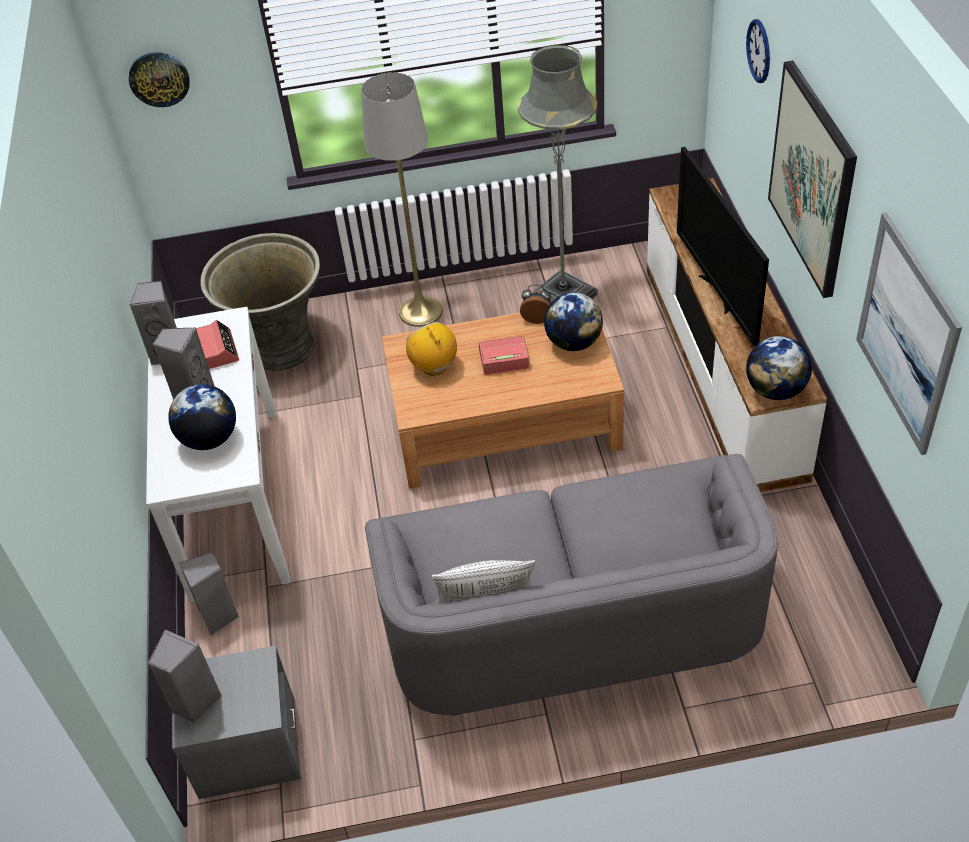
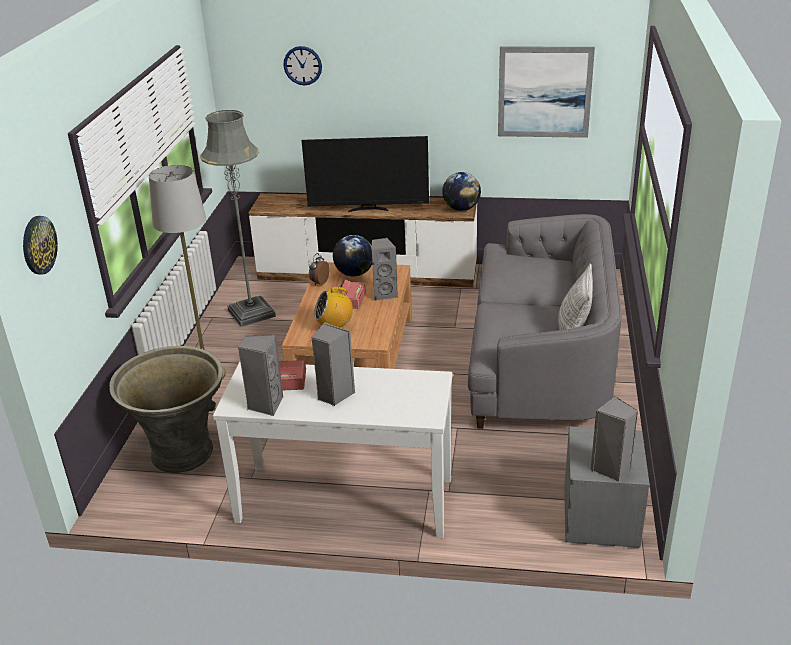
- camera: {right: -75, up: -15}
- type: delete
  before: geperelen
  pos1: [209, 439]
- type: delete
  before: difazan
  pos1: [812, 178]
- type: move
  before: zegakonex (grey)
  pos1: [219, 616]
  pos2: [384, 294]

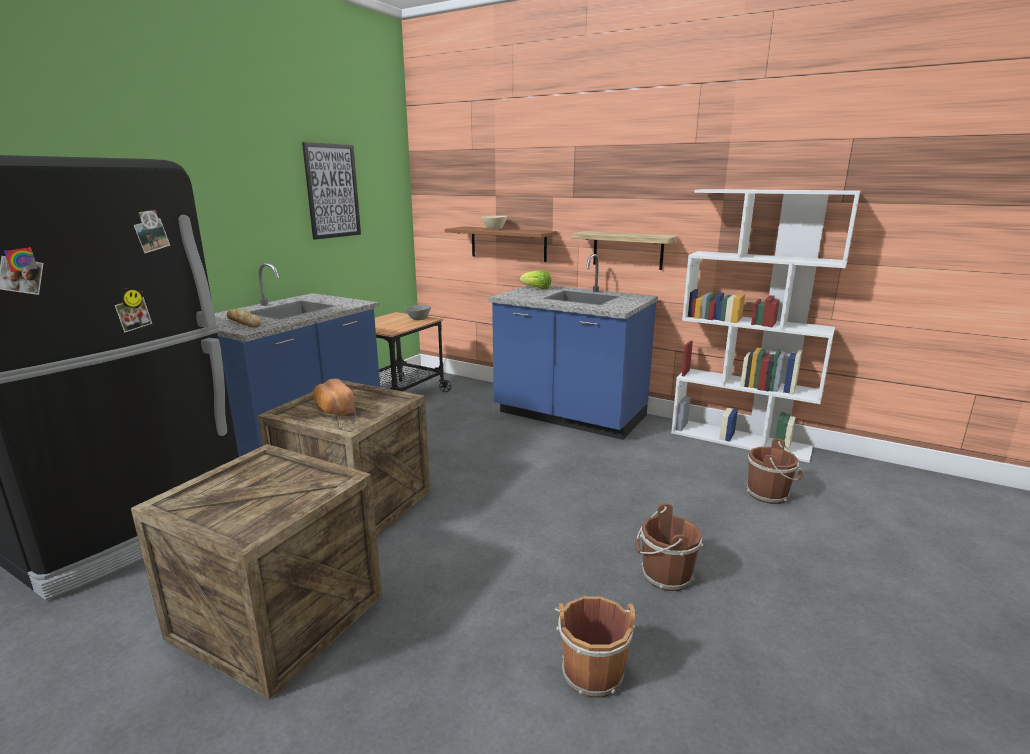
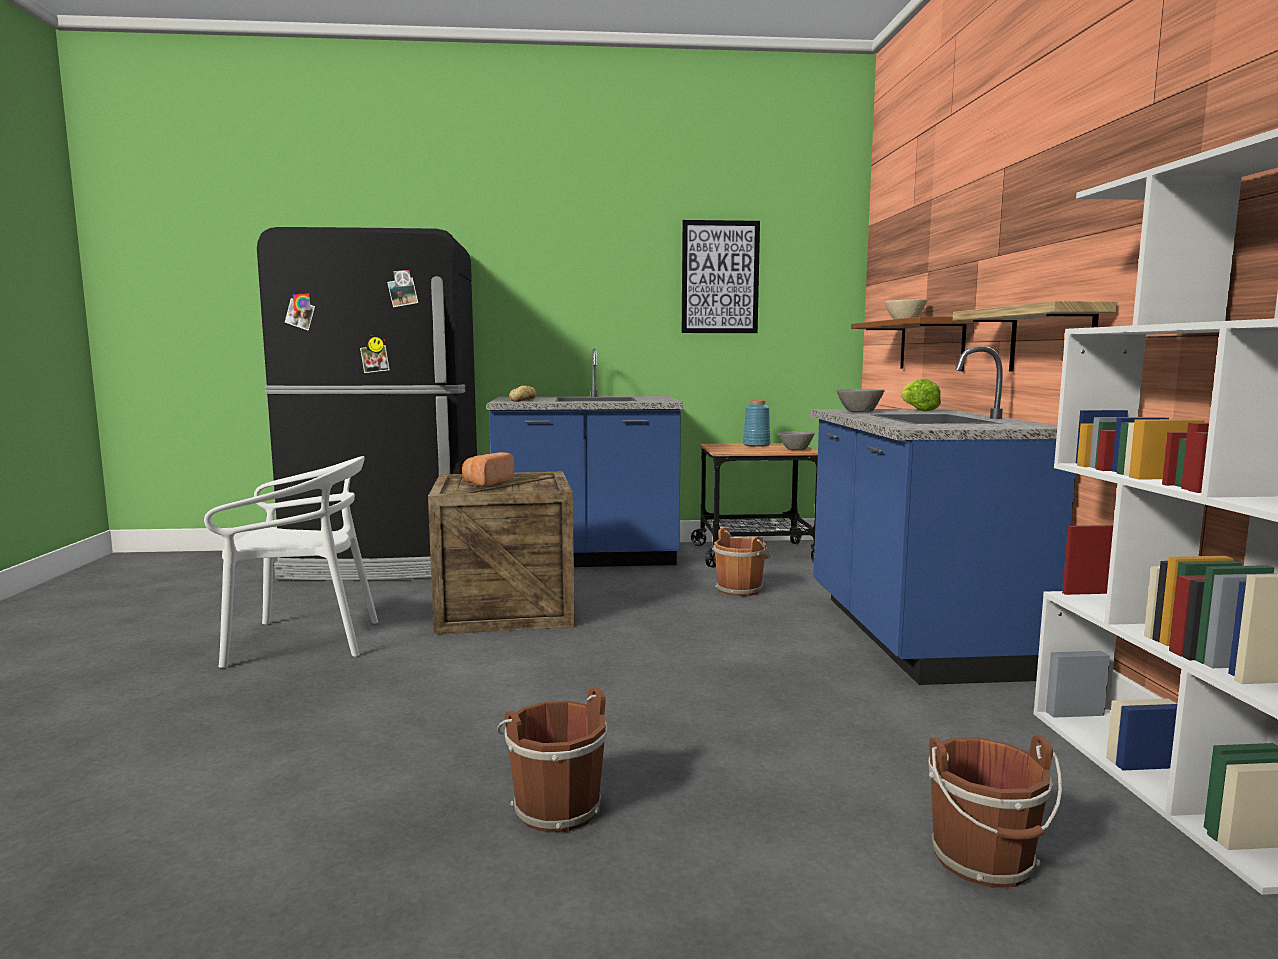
- camera: {right: 55, up: -10}
- type: insert
  after: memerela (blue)
  pos2: [756, 445]
- type: insert
  after: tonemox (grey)
  pos2: [859, 411]
- type: move
  before: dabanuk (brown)
  pos1: [591, 671]
  pos2: [740, 589]
- type: replace
  before: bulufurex
  after: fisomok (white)
  pos1: [278, 616]
  pos2: [303, 641]

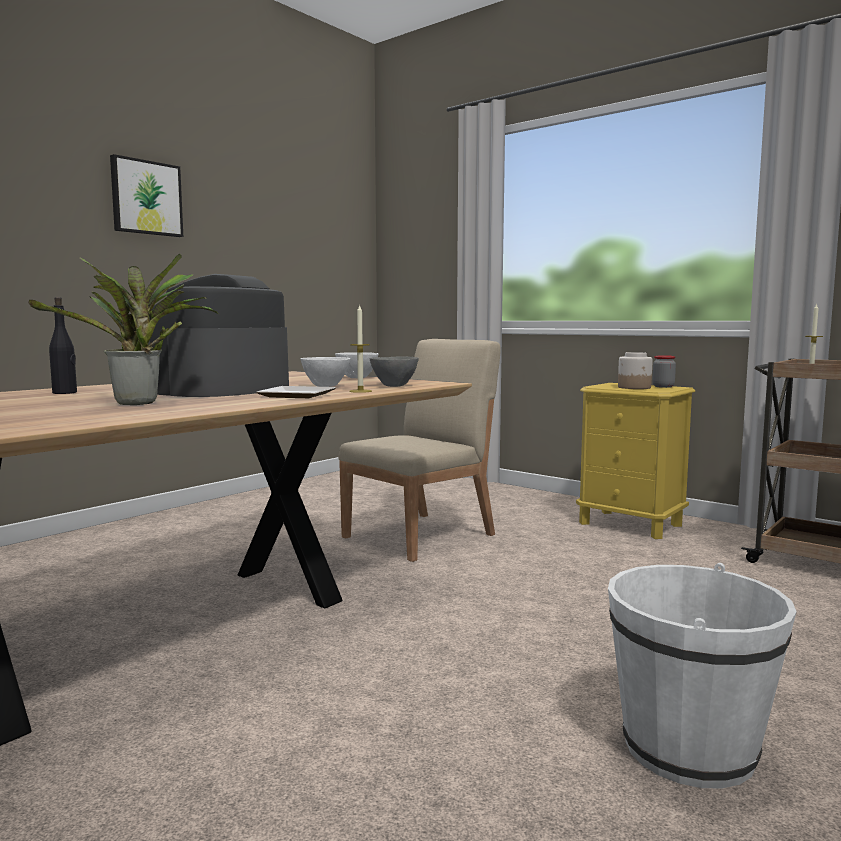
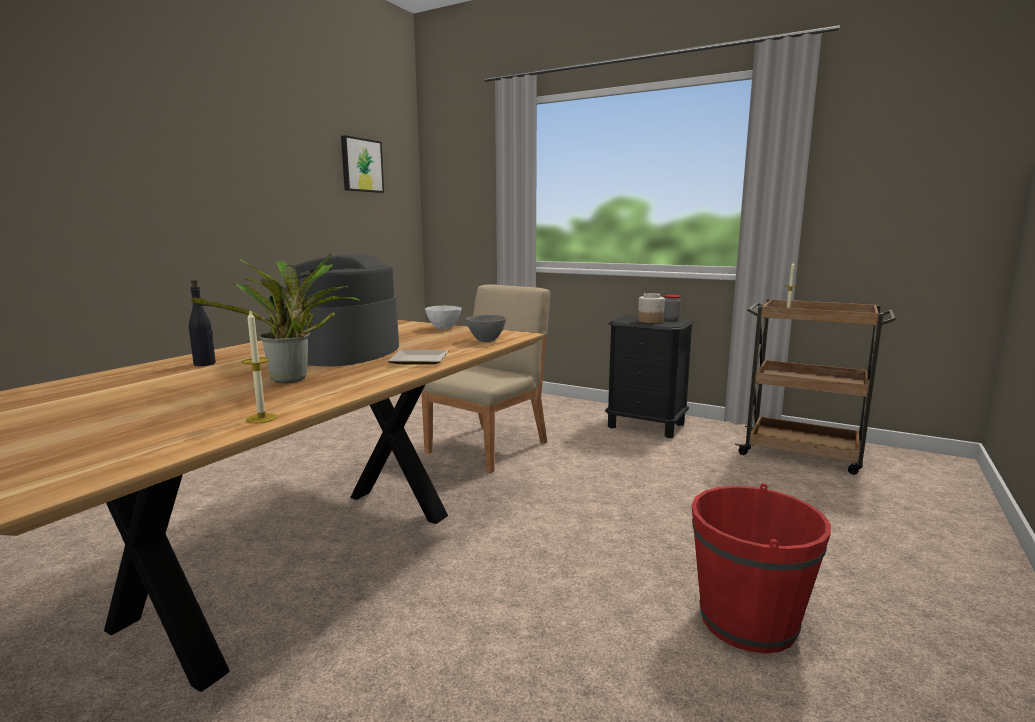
- camera: {right: -10, up: 5}
- type: delete
  before: tonemox (white)
  pos1: [326, 386]
- type: move
  before: difazan
  pos1: [146, 198]
  pos2: [361, 165]
- type: move
  before: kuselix
  pos1: [360, 391]
  pos2: [261, 418]
- type: recolor
  before: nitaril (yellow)
  after: nitaril (black)
  pos1: [631, 524]
  pos2: [646, 425]
- type: recolor
  before: dabanuk (white)
  after: dabanuk (red)
  pos1: [688, 748]
  pos2: [747, 621]

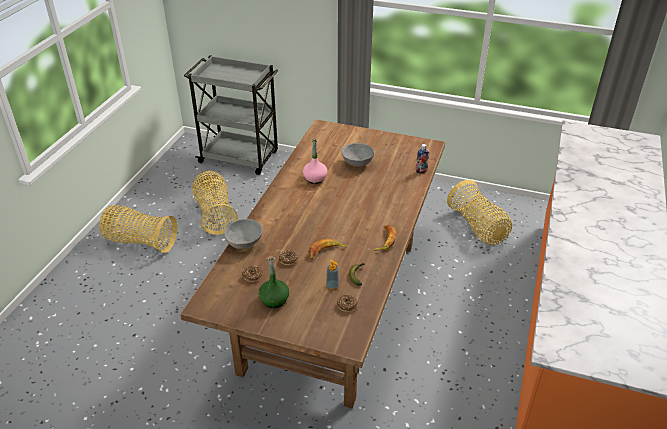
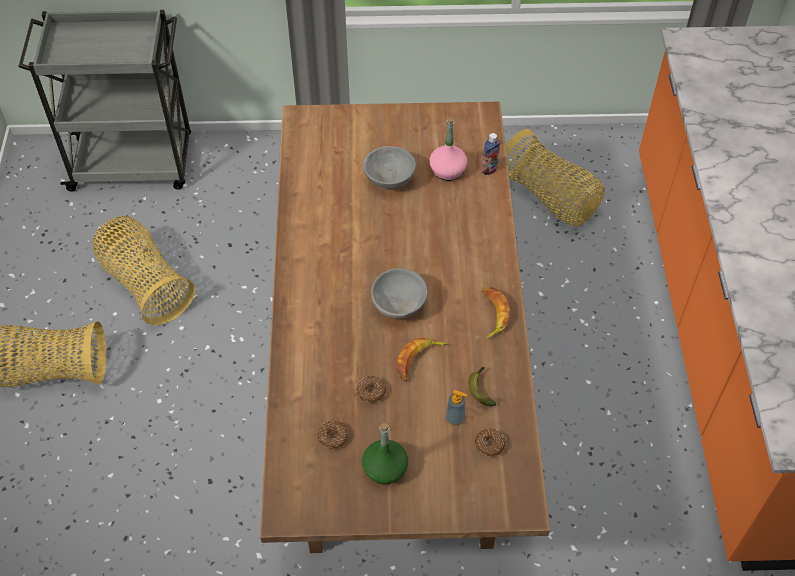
- camera: {right: -20, up: 15}
- type: move
  before: tonemox (grey)
  pos1: [245, 244]
  pos2: [399, 306]
- type: move
  before: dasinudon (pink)
  pos1: [315, 178]
  pos2: [447, 171]

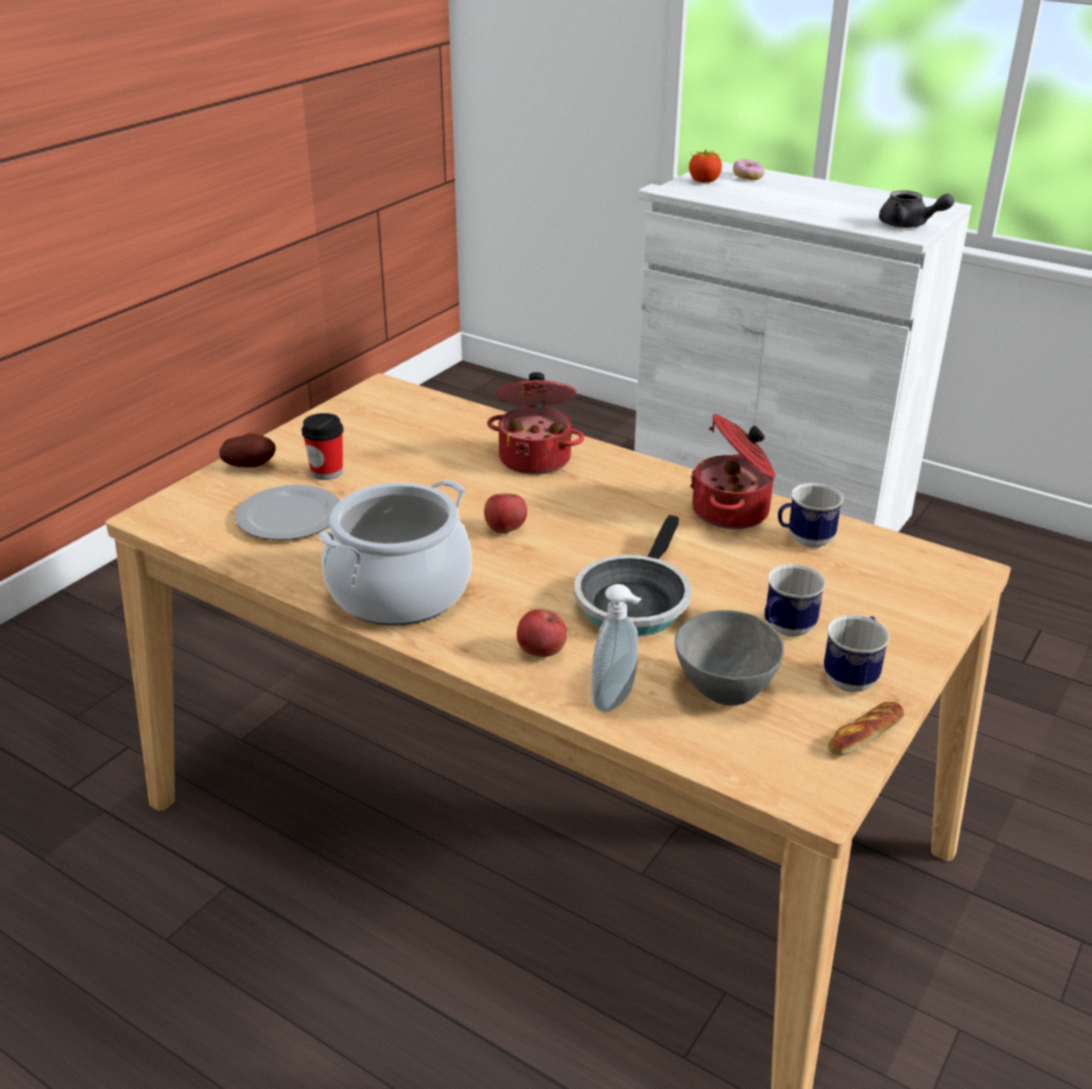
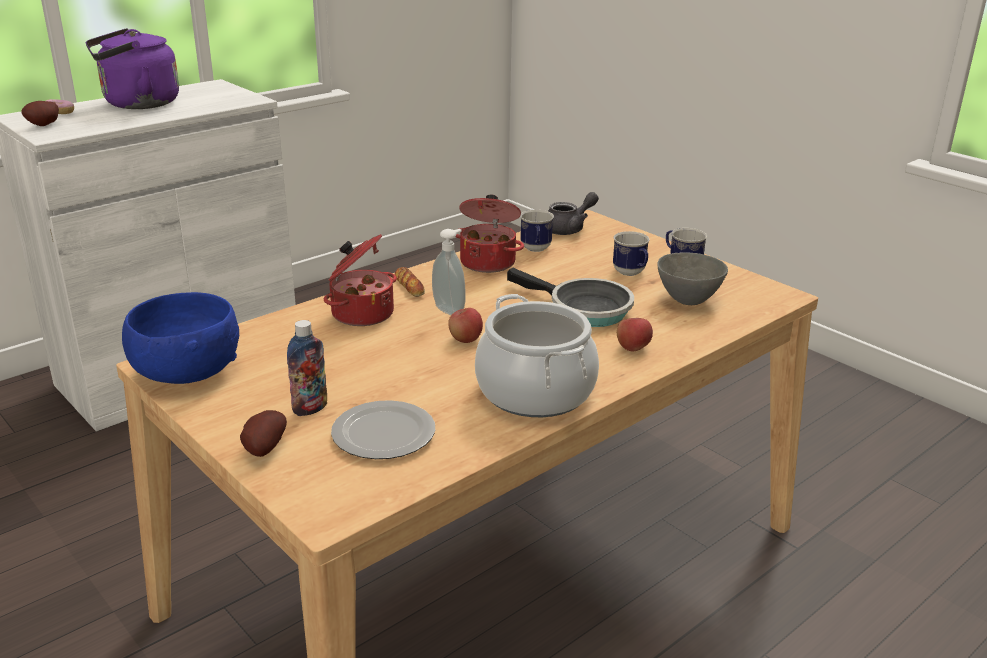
- camera: {right: -75, up: -5}
- type: insert
  after: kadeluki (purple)
  pos2: [137, 104]
- type: insert
  after: tonemox (blue)
  pos2: [186, 373]
- type: move
  before: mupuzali
  pos1: [616, 700]
  pos2: [450, 310]
- type: move
  before: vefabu
  pos1: [865, 734]
  pos2: [409, 286]
- type: move
  before: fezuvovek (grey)
  pos1: [908, 225]
  pos2: [569, 229]
- type: replace
  before: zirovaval
  after: dasinudon
  pos1: [327, 472]
  pos2: [310, 408]
- type: replace
  before: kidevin
  after: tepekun
  pos1: [704, 181]
  pos2: [45, 125]

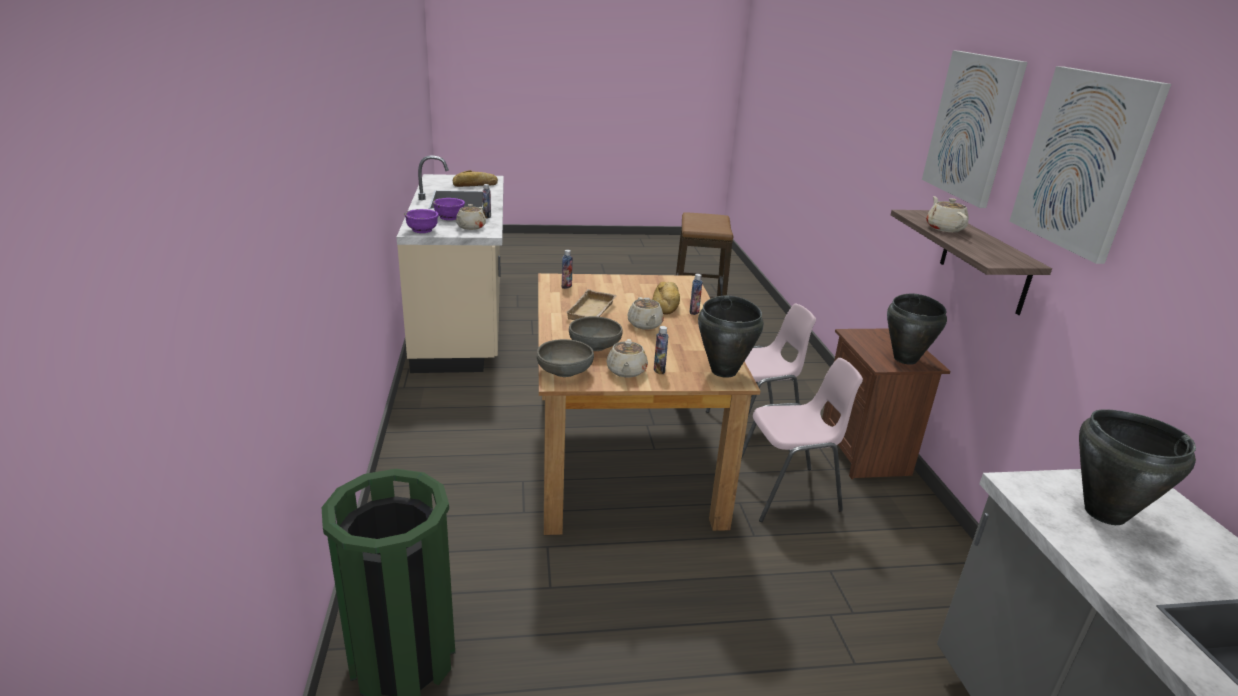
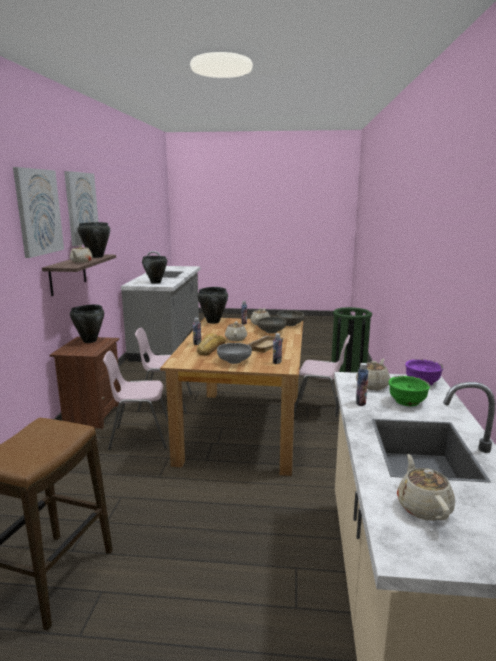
- camera: {right: -165, up: -10}
- type: insert
  after: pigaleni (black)
  pos2: [96, 257]
- type: insert
  after: tonemox (grey)
  pos2: [234, 361]
- type: insert
  after: fisomok (pink)
  pos2: [320, 411]
- type: replace
  before: vefabu
  after: fezuvovek (beige)
  pos1: [475, 185]
  pos2: [423, 507]
- type: recolor
  before: tonemox (purple)
  after: tonemox (green)
  pos1: [449, 217]
  pos2: [407, 402]

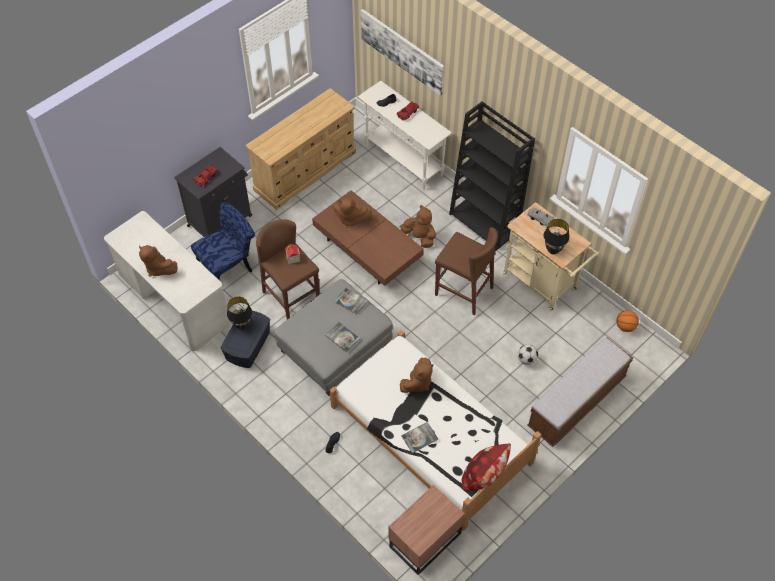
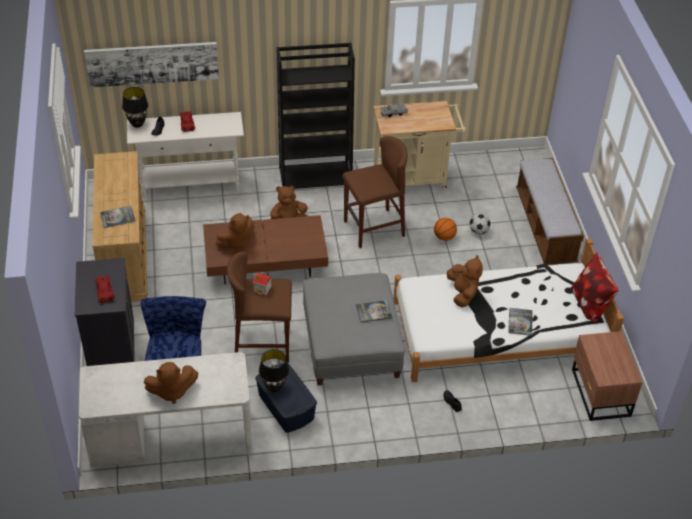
- camera: {right: -55, up: -10}
- type: move
  before: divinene
  pos1: [351, 301]
  pos2: [117, 217]
- type: move
  before: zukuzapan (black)
  pos1: [553, 250]
  pos2: [138, 124]
- type: move
  before: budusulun
  pos1: [625, 327]
  pos2: [444, 237]

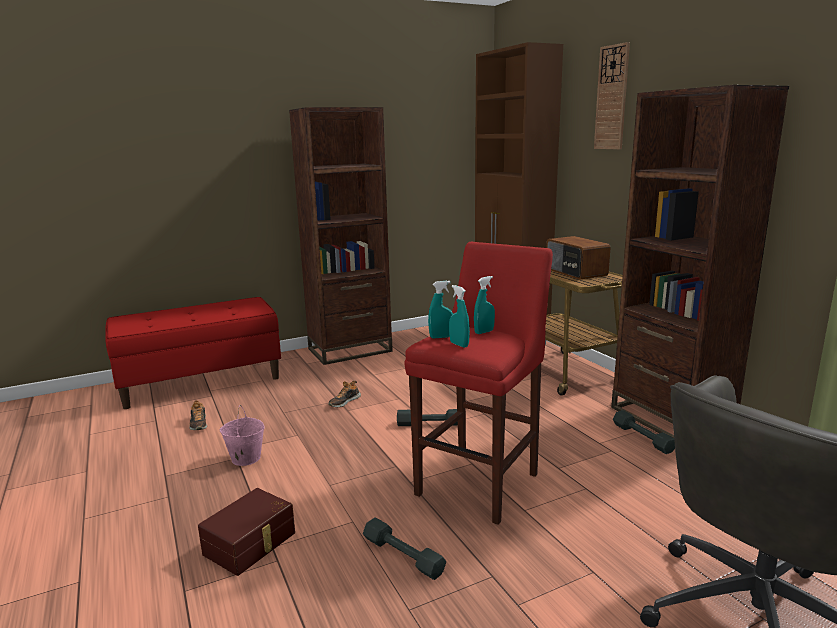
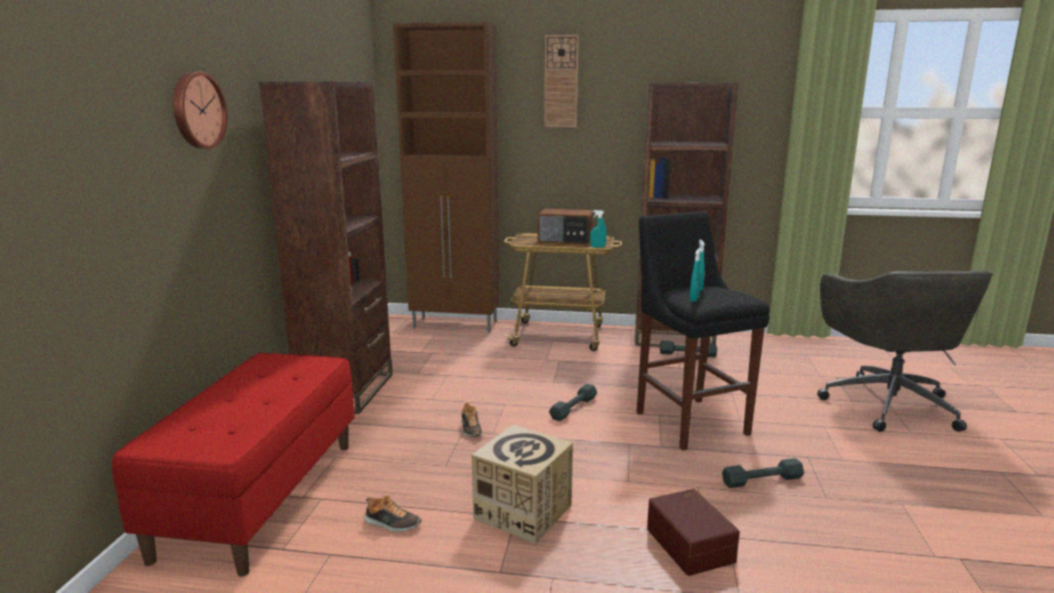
- camera: {right: -55, up: 0}
- type: insert
  after: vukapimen
  pos2: [197, 110]
- type: move
  before: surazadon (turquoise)
  pos1: [459, 344]
  pos2: [597, 247]
- type: replace
  before: dabanuk (pink)
  after: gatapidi
  pos1: [245, 458]
  pos2: [523, 512]
- type: recolor
  before: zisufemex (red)
  after: zisufemex (black)
  pos1: [481, 481]
  pos2: [688, 420]

